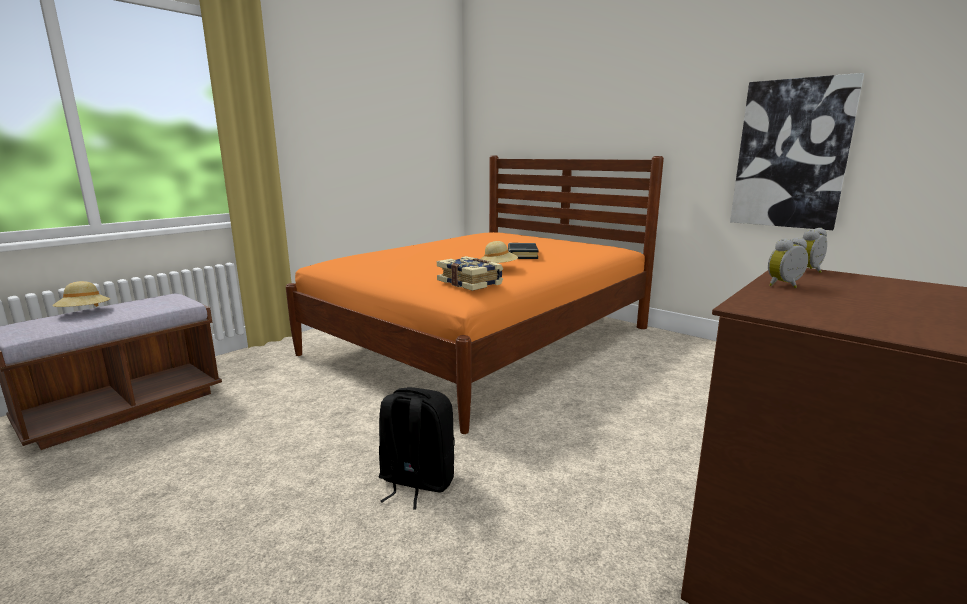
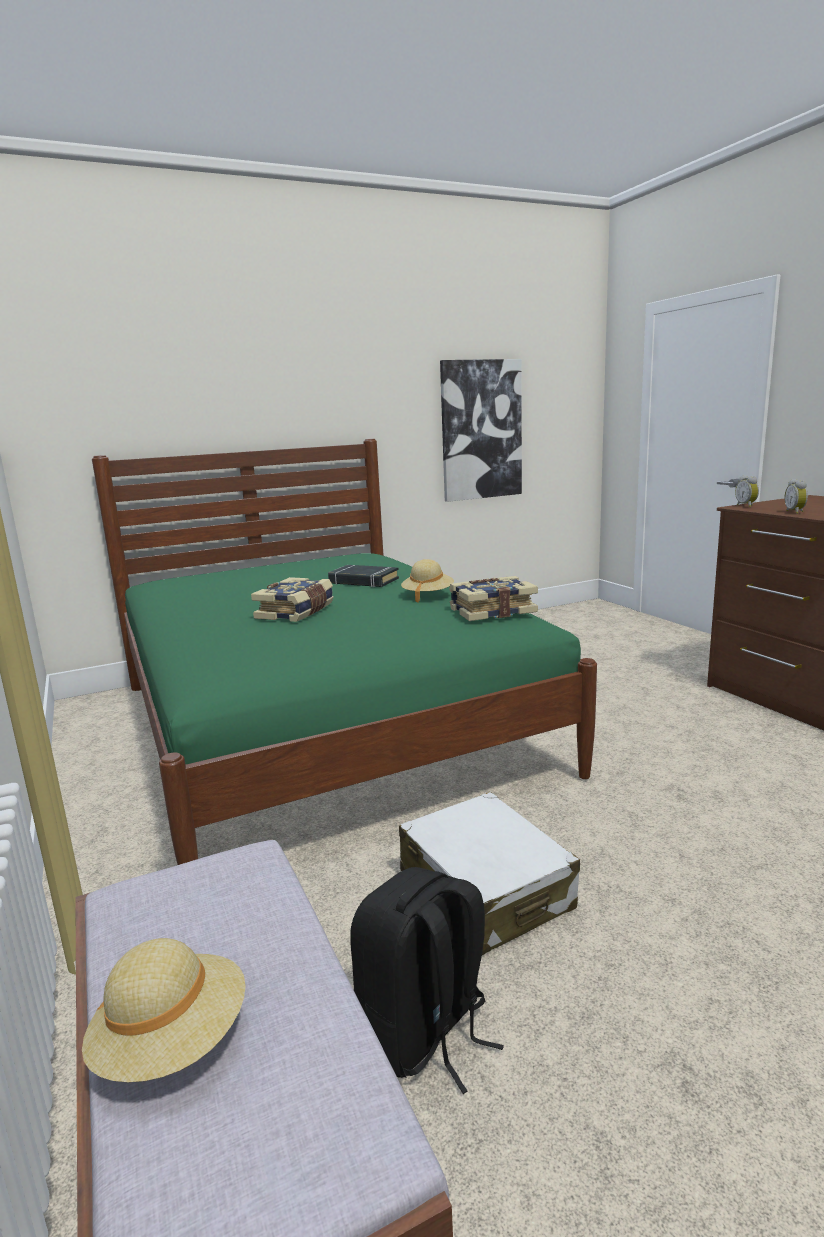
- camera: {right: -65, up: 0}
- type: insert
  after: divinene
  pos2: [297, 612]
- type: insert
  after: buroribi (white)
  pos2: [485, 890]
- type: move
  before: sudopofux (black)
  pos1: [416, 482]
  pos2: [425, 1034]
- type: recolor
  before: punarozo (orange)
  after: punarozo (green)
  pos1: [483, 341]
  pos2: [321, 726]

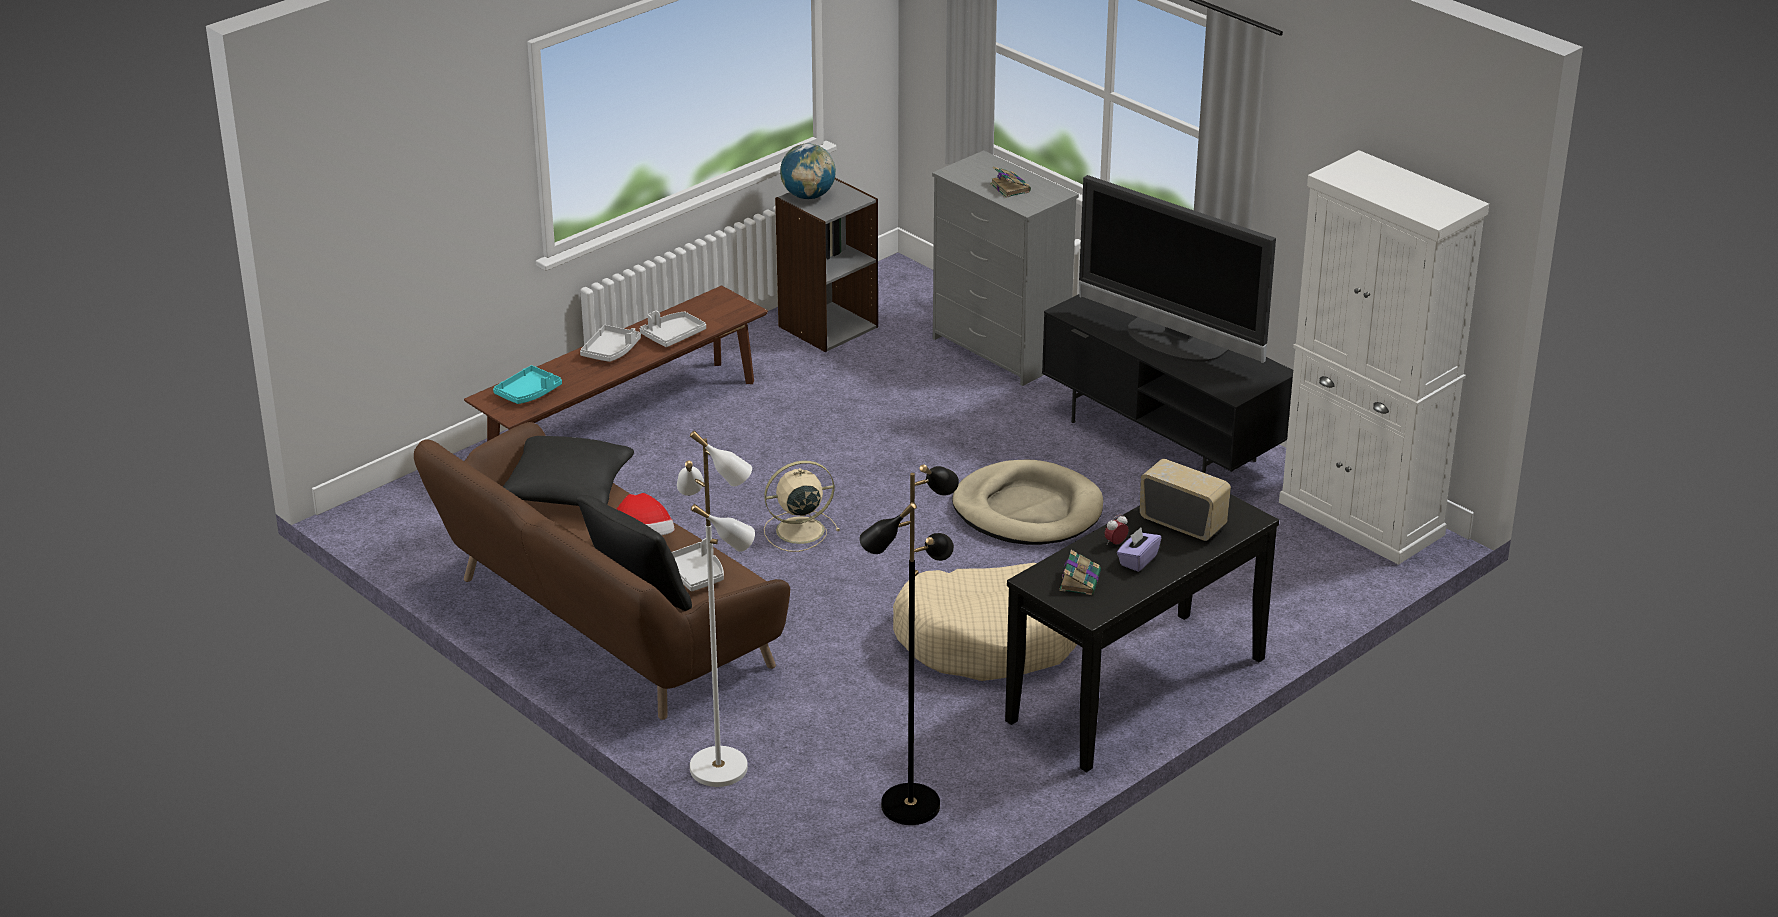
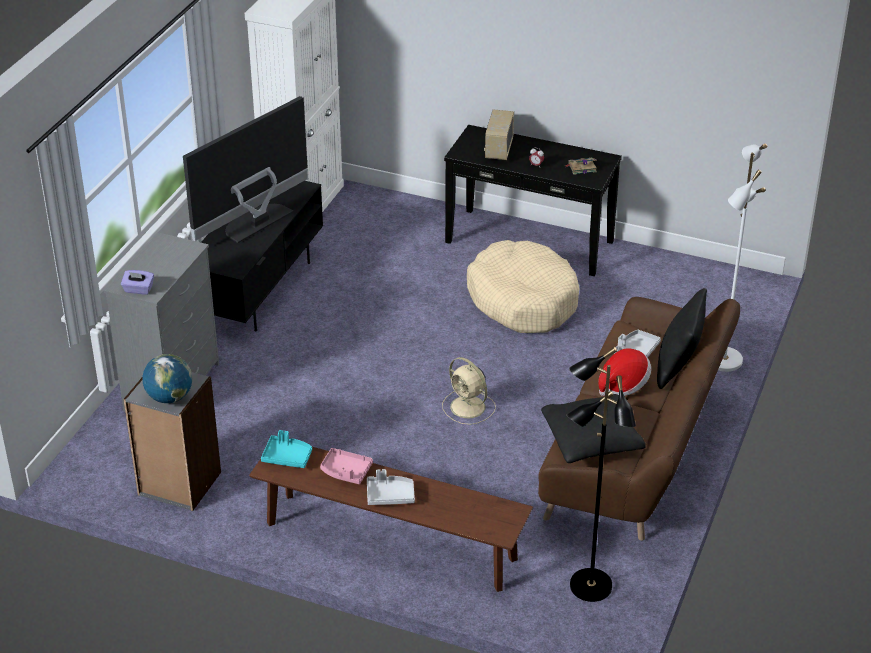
- camera: {right: -115, up: 5}
- type: delete
  before: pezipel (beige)
  pos1: [1027, 510]
- type: delete
  before: divinene
  pos1: [1009, 187]
- type: move
  before: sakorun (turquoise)
  pos1: [528, 393]
  pos2: [287, 457]
- type: move
  before: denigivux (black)
  pos1: [910, 804]
  pos2: [589, 587]
- type: move
  before: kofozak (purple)
  pos1: [1137, 560]
  pos2: [138, 290]
- type: recolor
  before: sakorun (grey)
  after: sakorun (pink)
  pos1: [672, 335]
  pos2: [346, 471]
- type: rotate
  before: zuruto
  pos1: [1172, 342]
  pos2: [255, 221]
  turn: -150

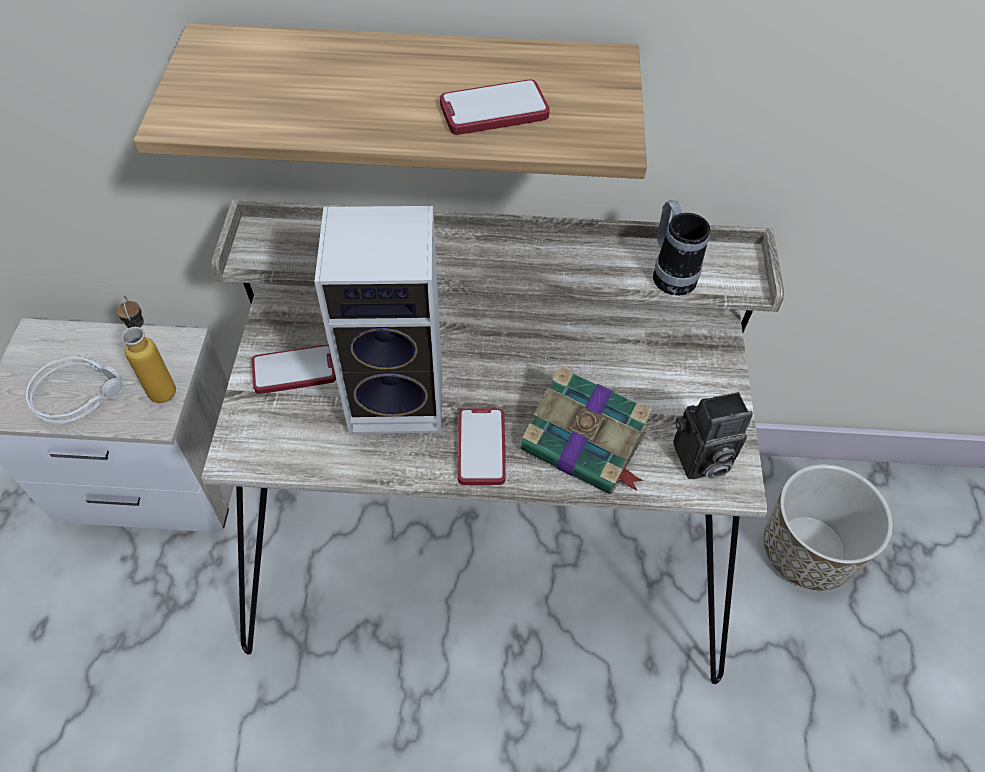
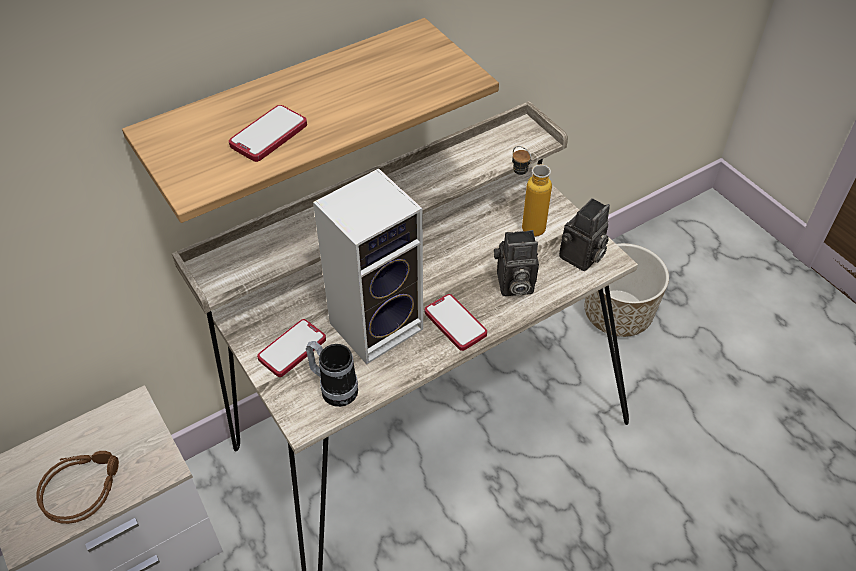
- camera: {right: -35, up: -5}
- type: move
  before: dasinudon
  pos1: [161, 383]
  pos2: [525, 225]
- type: move
  before: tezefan
  pos1: [494, 110]
  pos2: [269, 135]
- type: move
  before: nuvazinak
  pos1: [670, 273]
  pos2: [334, 388]
- type: replace
  before: divinene
  after: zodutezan
  pos1: [586, 444]
  pos2: [513, 285]
- type: recolor
  before: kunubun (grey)
  after: kunubun (brown)
  pos1: [79, 392]
  pos2: [81, 487]

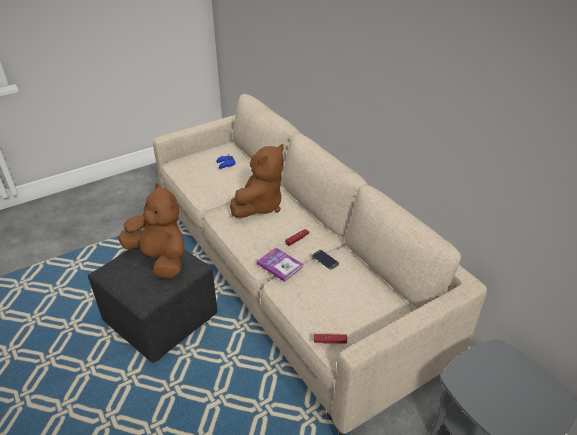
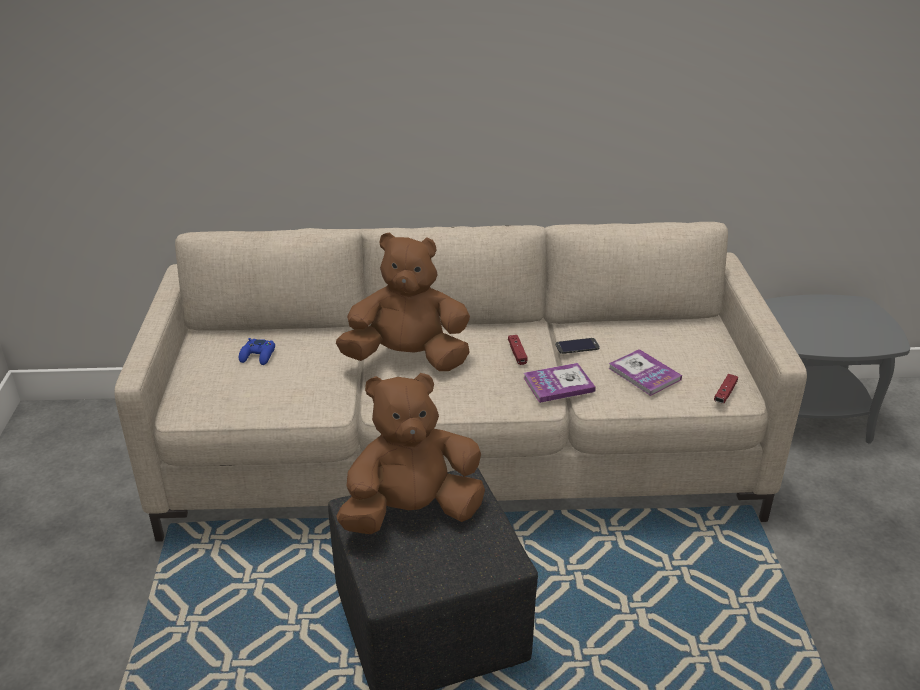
- camera: {right: -60, up: -5}
- type: insert
  after: divinene
  pos2: [644, 374]
- type: rotate
  before: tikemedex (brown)
  pos1: [260, 205]
  pos2: [408, 359]
  turn: -60

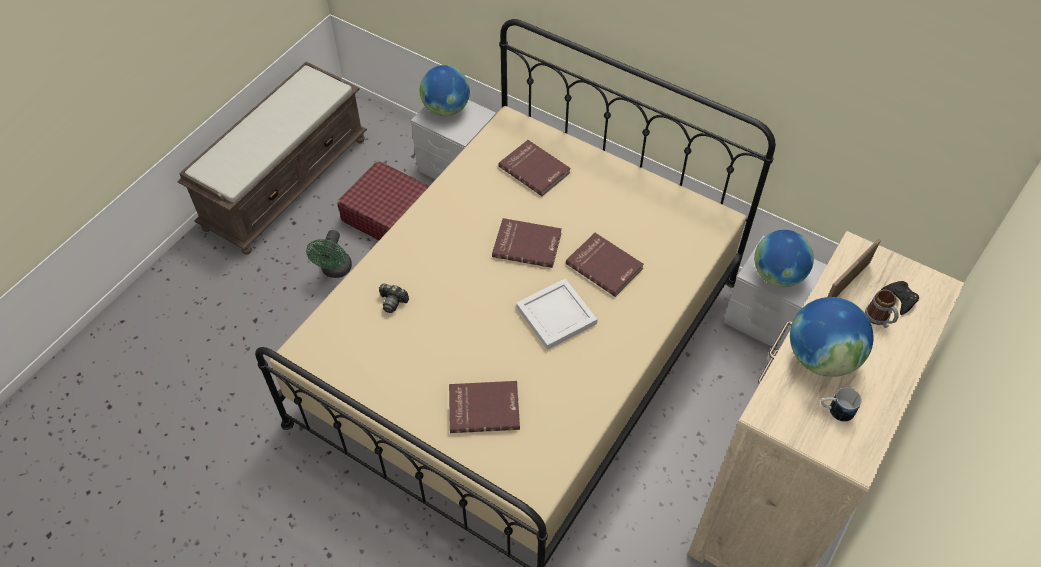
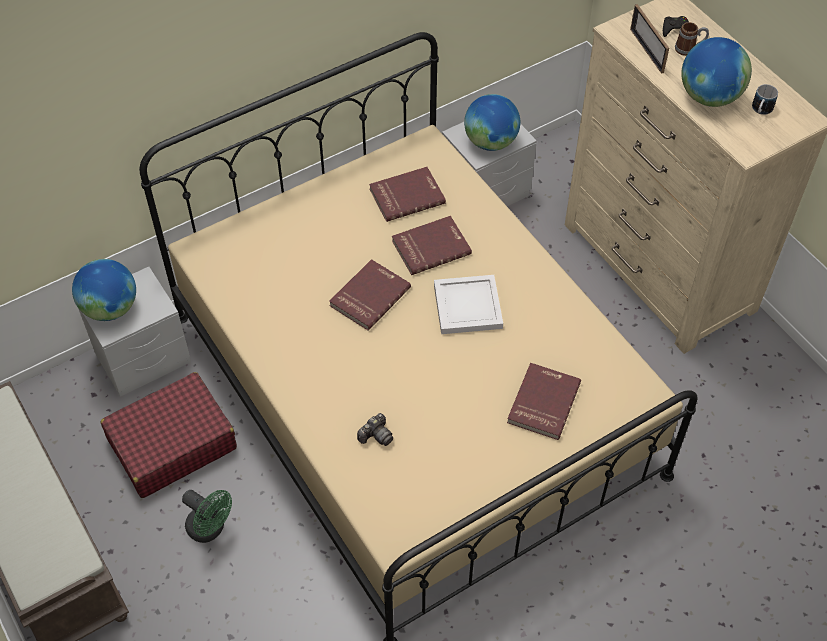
- camera: {right: -65, up: 0}
- type: move
  before: divinene (red)
  pos1: [535, 169]
  pos2: [406, 195]

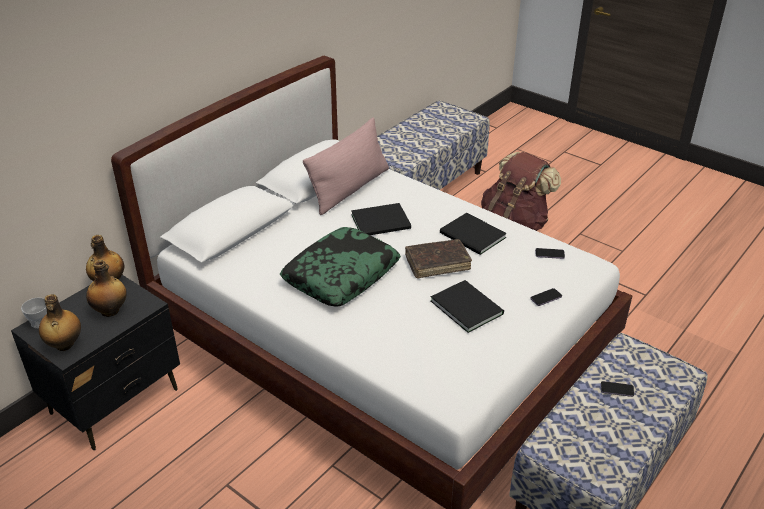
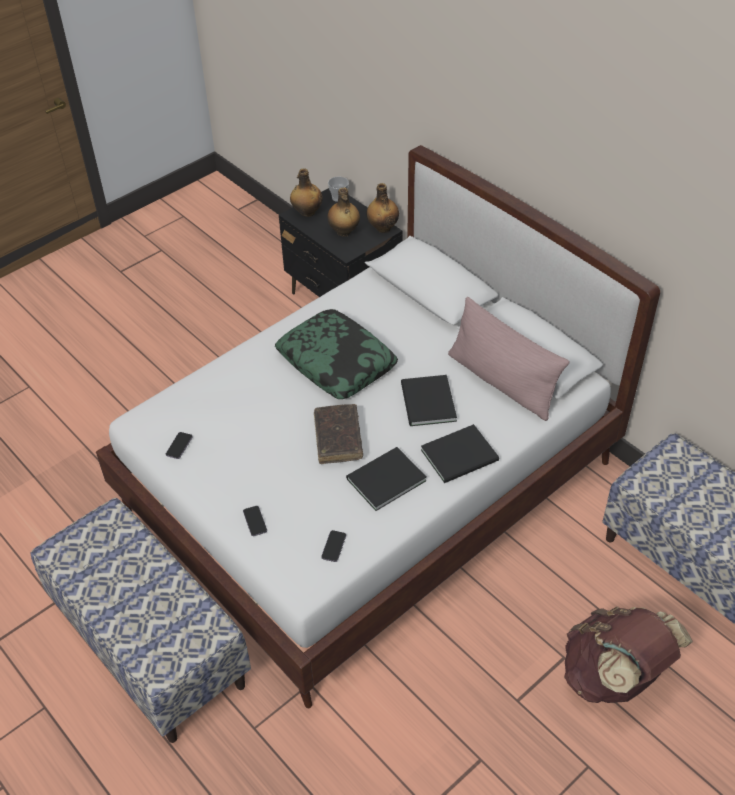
- camera: {right: 100, up: 10}
- type: move
  before: divinene (black)
  pos1: [466, 306]
  pos2: [462, 456]
- type: move
  before: tezefan
  pos1: [617, 389]
  pos2: [179, 446]

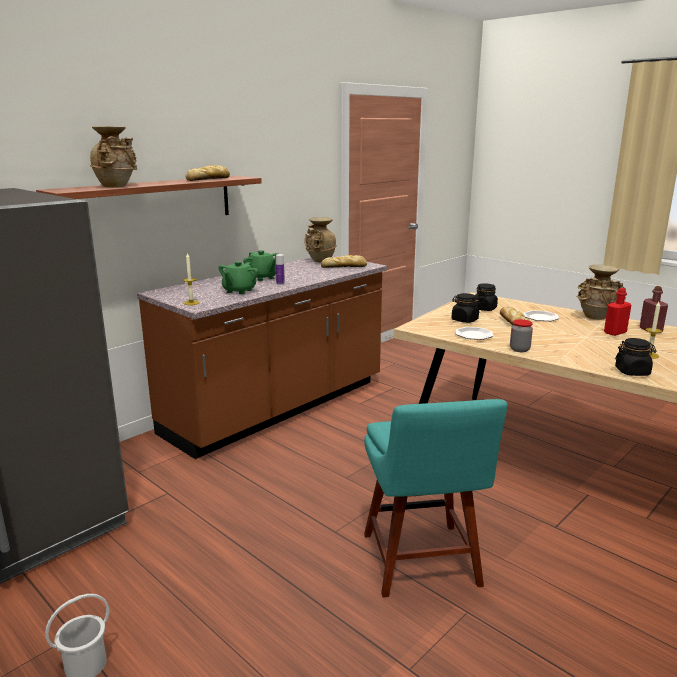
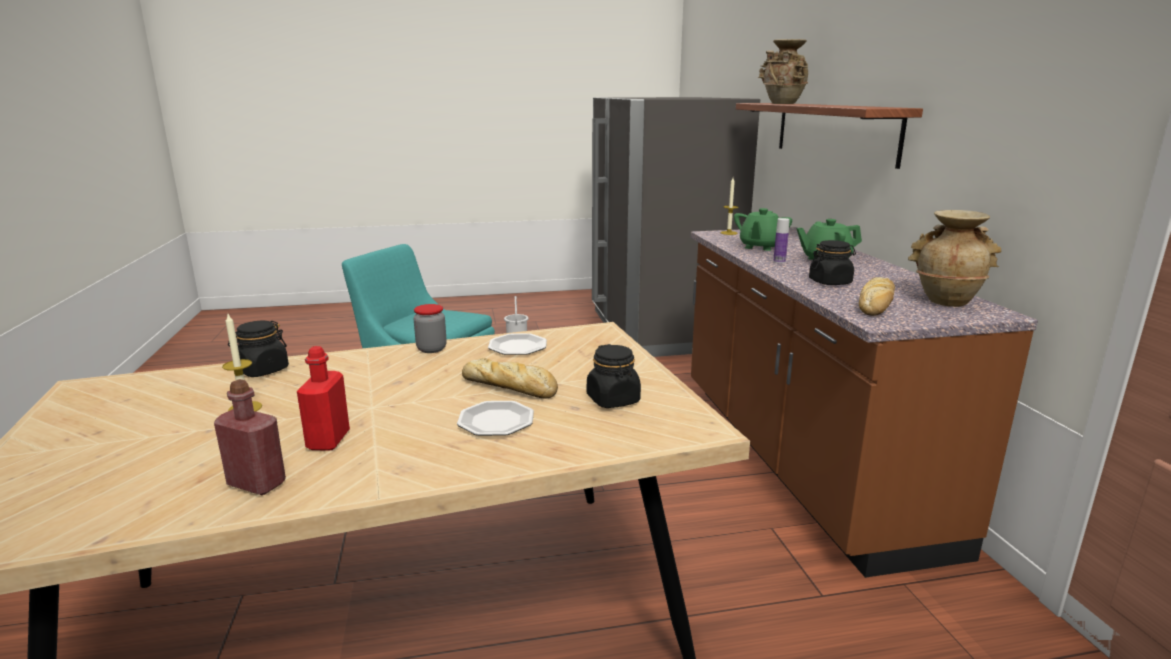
- camera: {right: 125, up: 0}
- type: delete
  before: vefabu
  pos1: [209, 179]
- type: delete
  before: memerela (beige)
  pos1: [596, 317]
- type: move
  before: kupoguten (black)
  pos1: [464, 320]
  pos2: [830, 282]
- type: rotate
  before: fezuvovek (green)
  pos1: [239, 291]
  pos2: [759, 247]
  turn: -120

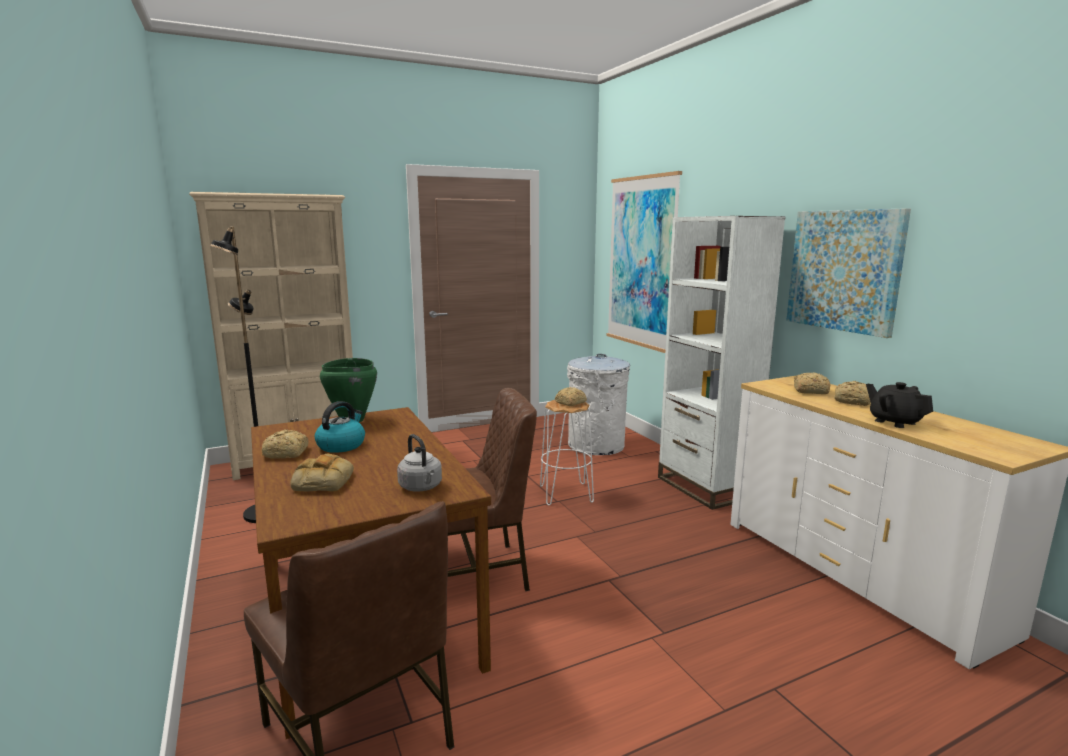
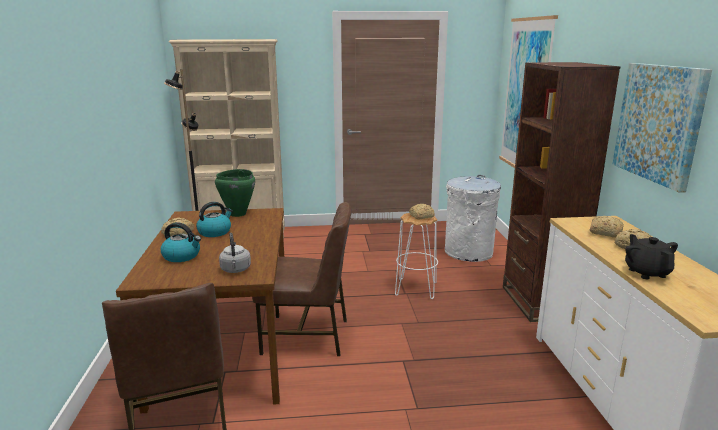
- camera: {right: 20, up: 5}
- type: replace
  before: vefabu
  after: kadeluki
  pos1: [322, 481]
  pos2: [182, 256]
- type: recolor
  before: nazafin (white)
  after: nazafin (brown)
  pos1: [705, 487]
  pos2: [538, 302]

